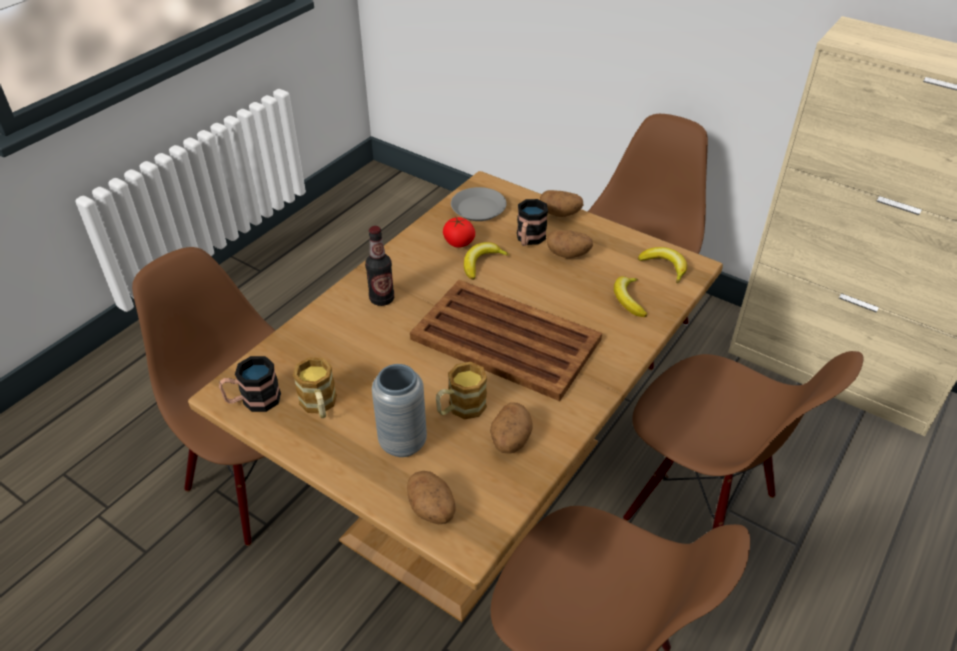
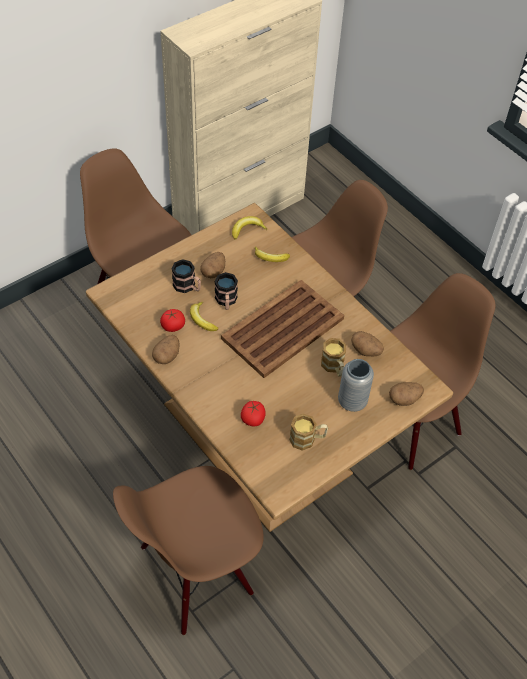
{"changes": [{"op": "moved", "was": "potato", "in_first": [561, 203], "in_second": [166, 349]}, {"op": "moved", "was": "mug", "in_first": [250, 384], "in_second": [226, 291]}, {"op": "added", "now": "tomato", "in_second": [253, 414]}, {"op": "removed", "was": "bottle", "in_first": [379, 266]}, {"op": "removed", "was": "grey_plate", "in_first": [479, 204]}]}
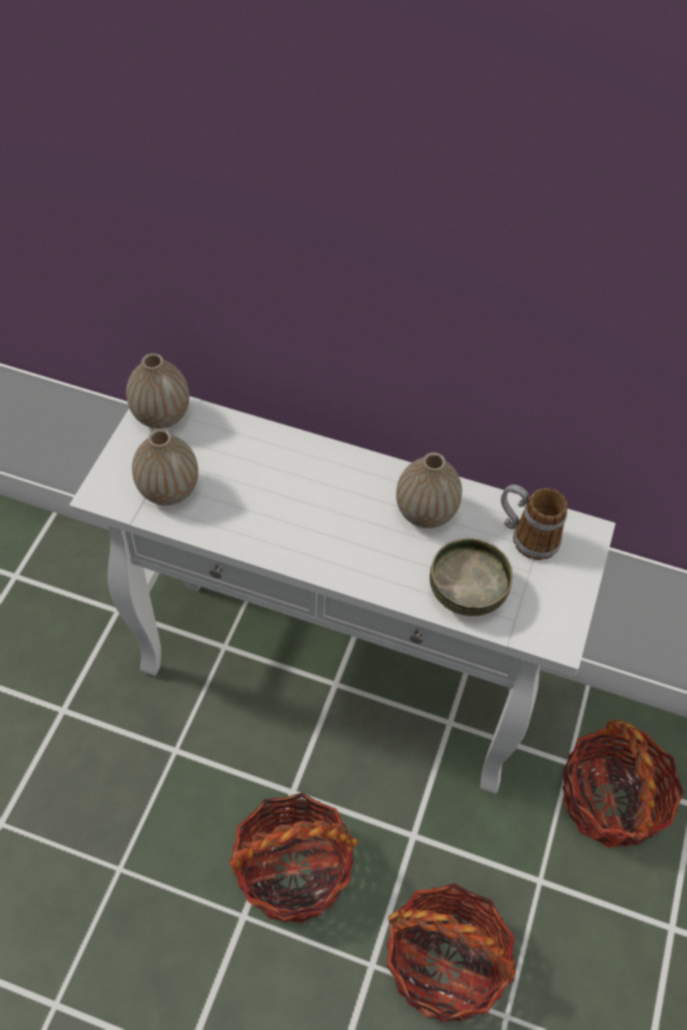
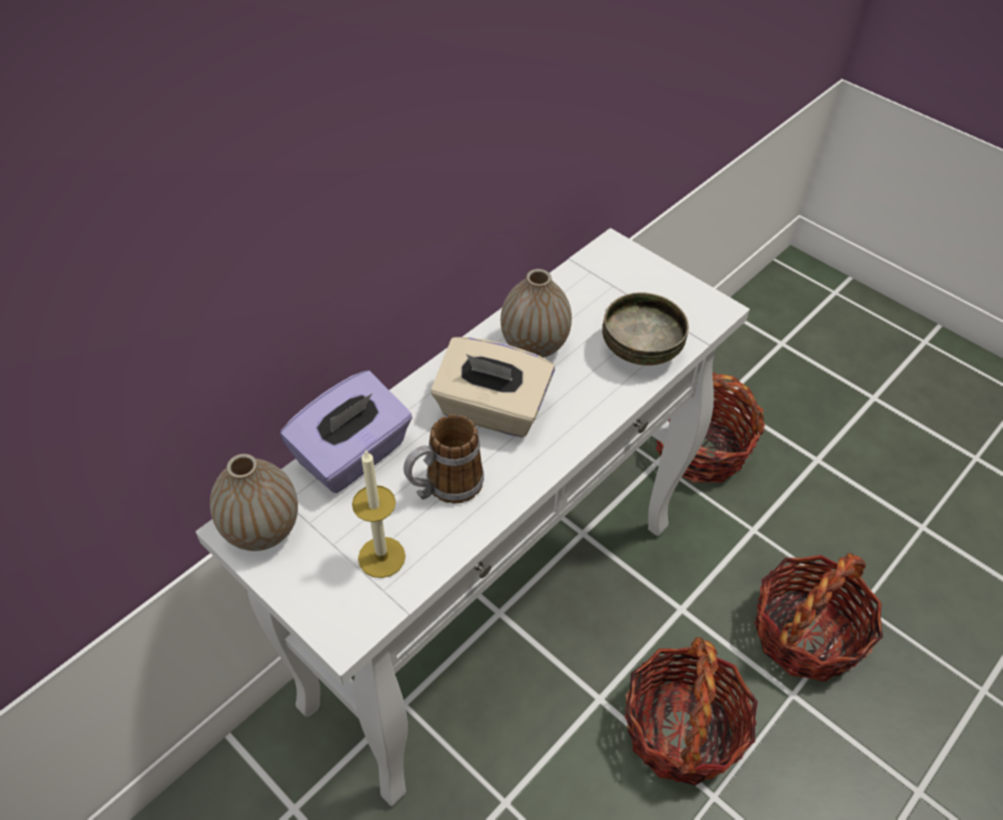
{"changes": [{"op": "added", "now": "purple_tissue_box", "in_second": [346, 432]}, {"op": "replaced", "was": "vase", "now": "candle", "in_first": [165, 467], "in_second": [379, 514]}, {"op": "moved", "was": "mug", "in_first": [534, 522], "in_second": [444, 459]}, {"op": "added", "now": "beige_tissue_box", "in_second": [493, 387]}]}
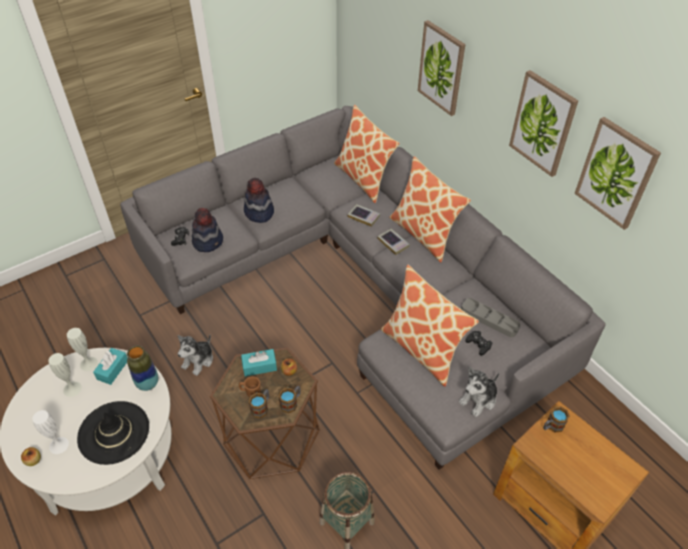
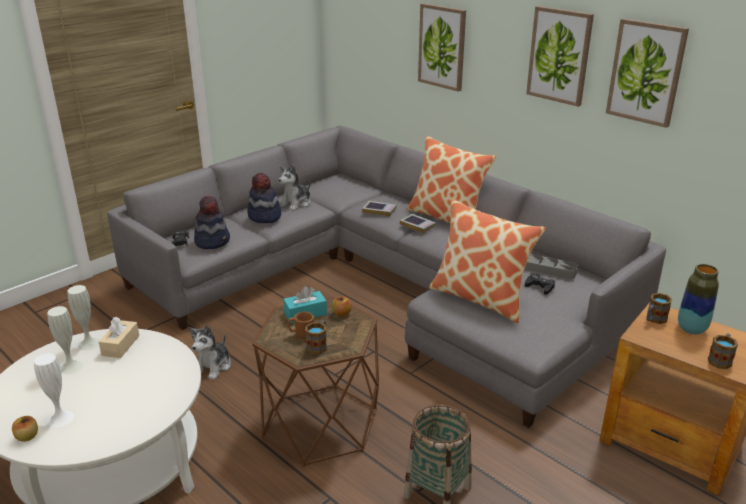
{"changes": [{"op": "recoloured", "was": "turquoise_tissue_box", "now": "beige_tissue_box", "in_first": [110, 366], "in_second": [119, 337]}, {"op": "moved", "was": "plush_toy", "in_first": [479, 392], "in_second": [294, 187]}, {"op": "moved", "was": "vase", "in_first": [142, 368], "in_second": [698, 299]}, {"op": "moved", "was": "mug", "in_first": [289, 399], "in_second": [723, 351]}, {"op": "removed", "was": "black_hat", "in_first": [113, 433]}, {"op": "removed", "was": "pillow", "in_first": [367, 154]}]}
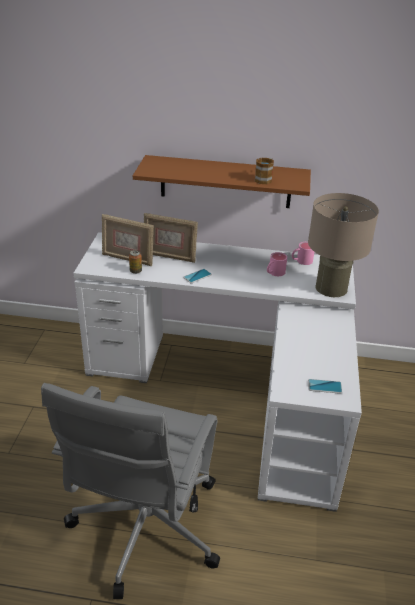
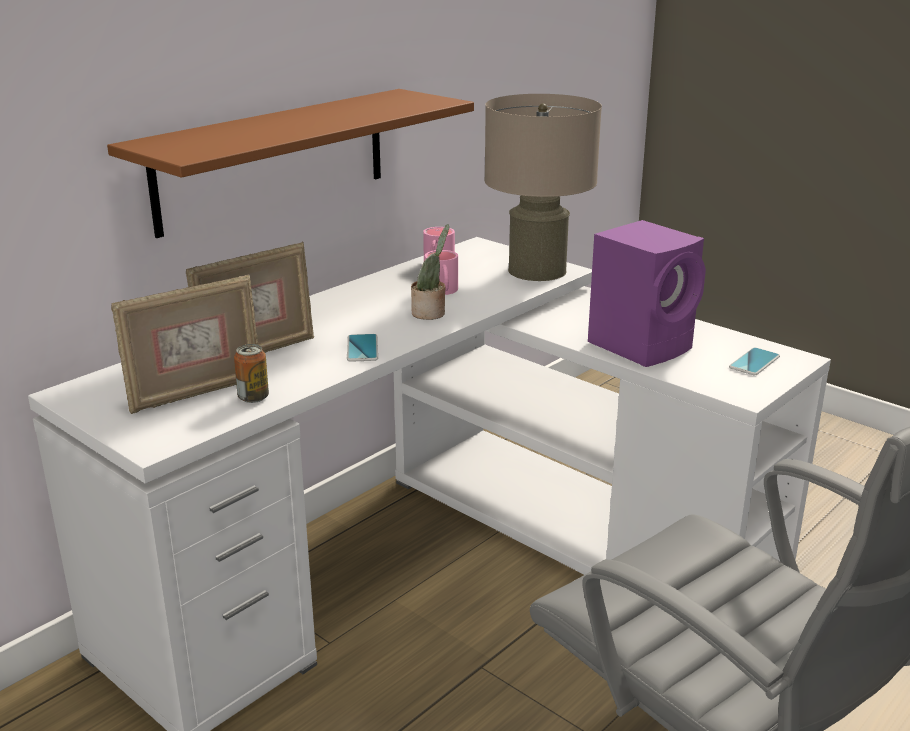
{"changes": [{"op": "added", "now": "potted_plant", "in_second": [430, 272]}, {"op": "added", "now": "purple_speaker", "in_second": [647, 293]}, {"op": "removed", "was": "mug", "in_first": [264, 171]}]}
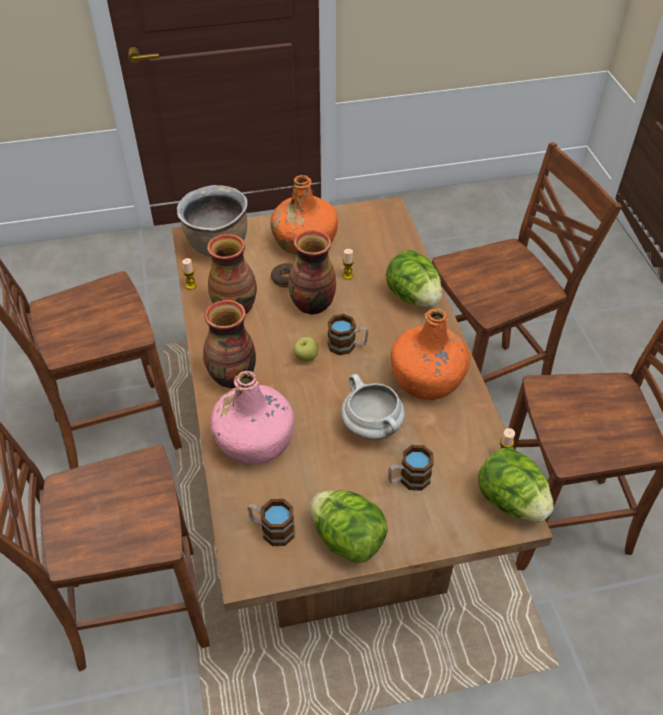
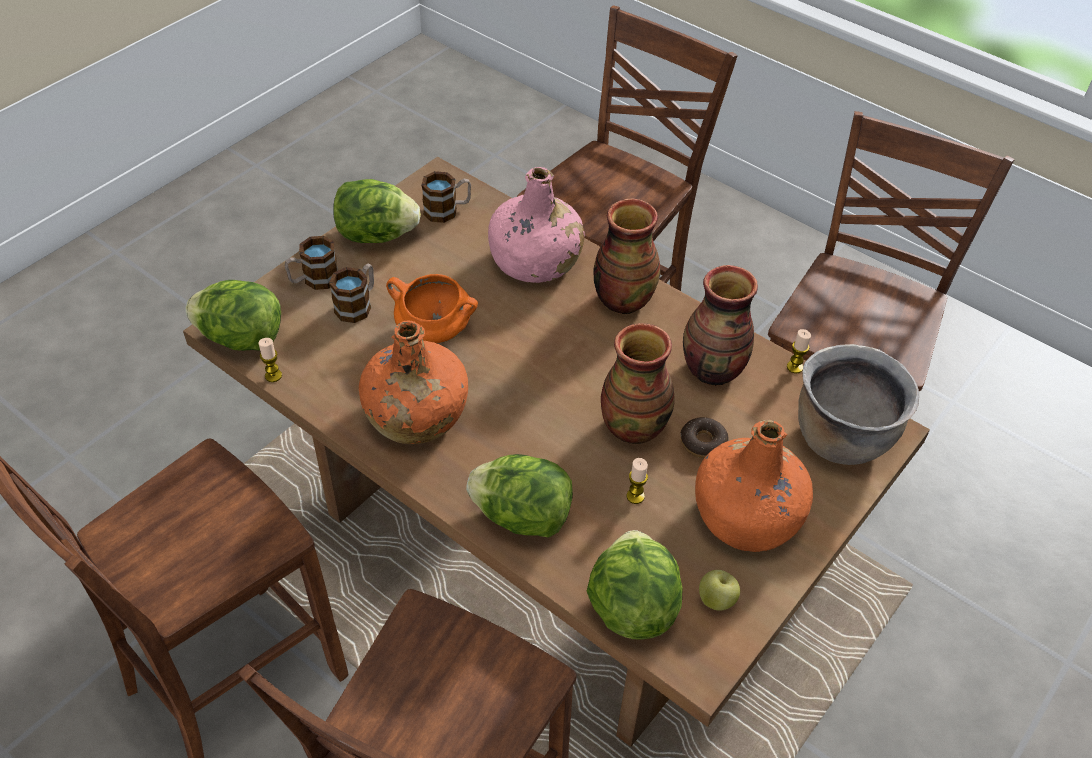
{"changes": [{"op": "moved", "was": "mug", "in_first": [348, 334], "in_second": [311, 263]}, {"op": "recoloured", "was": "white_cooking_pot", "now": "orange_cooking_pot", "in_first": [373, 407], "in_second": [432, 309]}, {"op": "added", "now": "lettuce", "in_second": [634, 585]}, {"op": "moved", "was": "apple", "in_first": [306, 349], "in_second": [719, 590]}]}
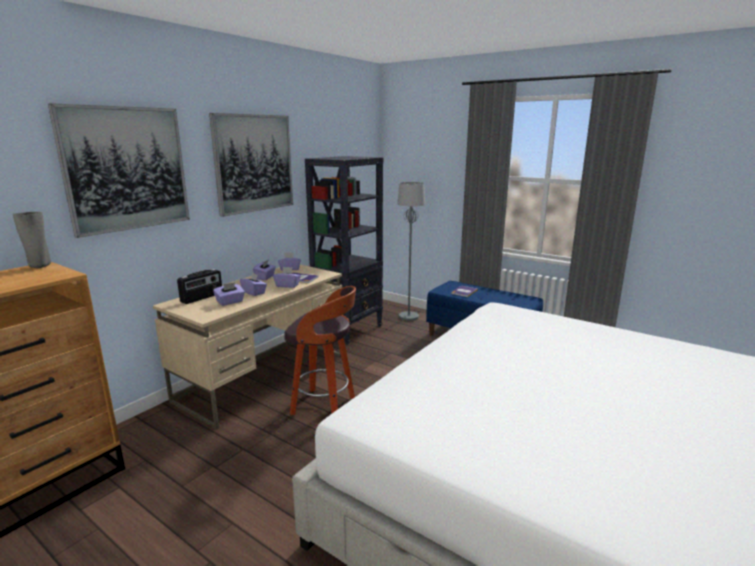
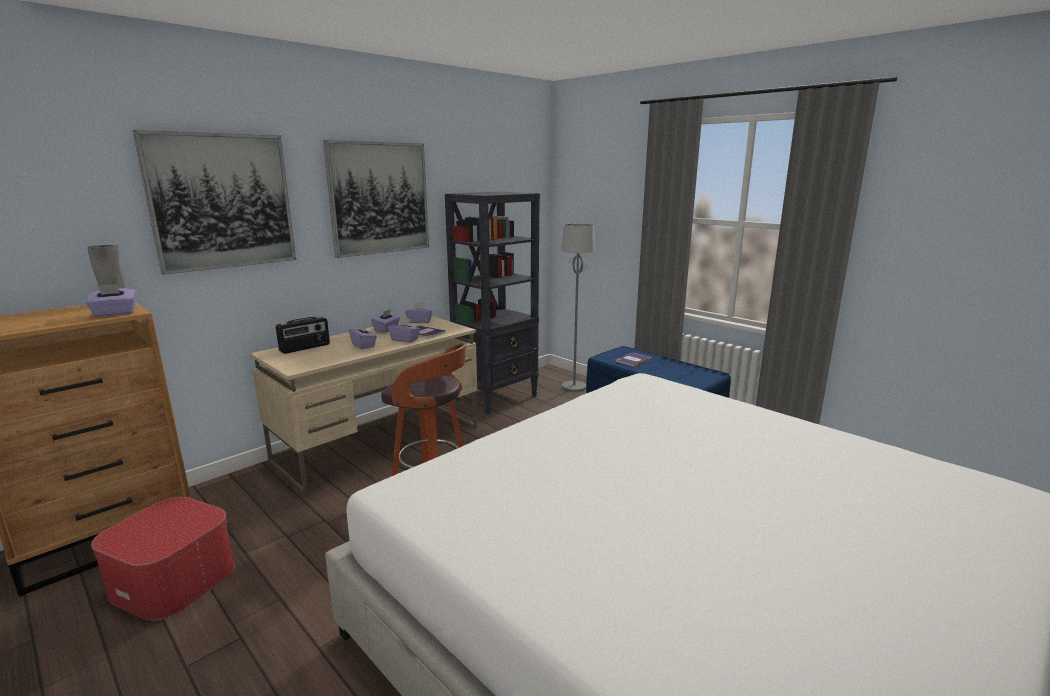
{"changes": [{"op": "moved", "was": "purple_tissue_box", "in_first": [229, 294], "in_second": [111, 300]}, {"op": "added", "now": "ottoman", "in_second": [163, 559]}]}
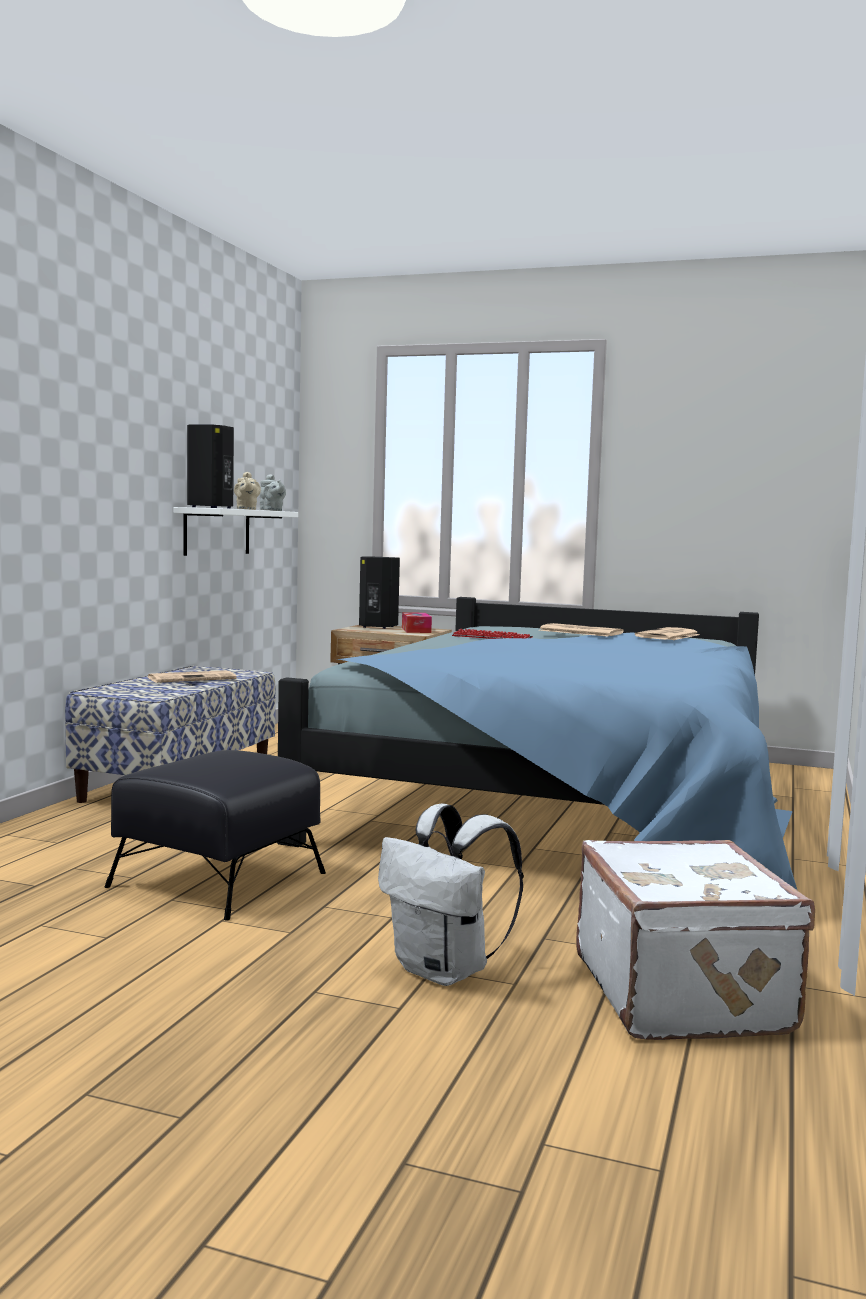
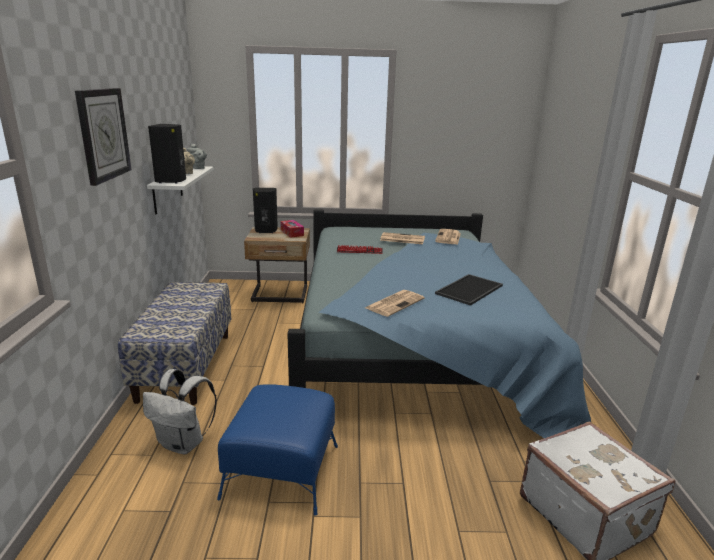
{"changes": [{"op": "added", "now": "wall_clock", "in_second": [103, 137]}, {"op": "moved", "was": "white_backpack", "in_first": [451, 895], "in_second": [180, 411]}, {"op": "recoloured", "was": "black_ottoman", "now": "blue_ottoman", "in_first": [215, 835], "in_second": [277, 450]}, {"op": "moved", "was": "newspaper", "in_first": [191, 676], "in_second": [394, 303]}, {"op": "added", "now": "tray", "in_second": [469, 290]}]}
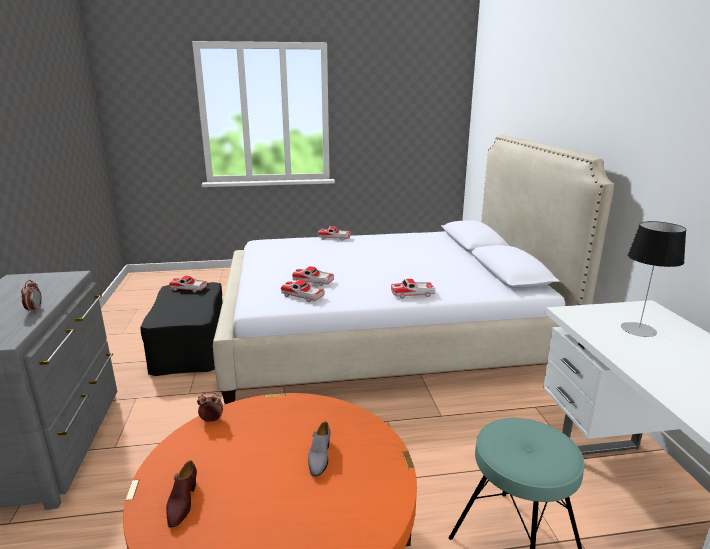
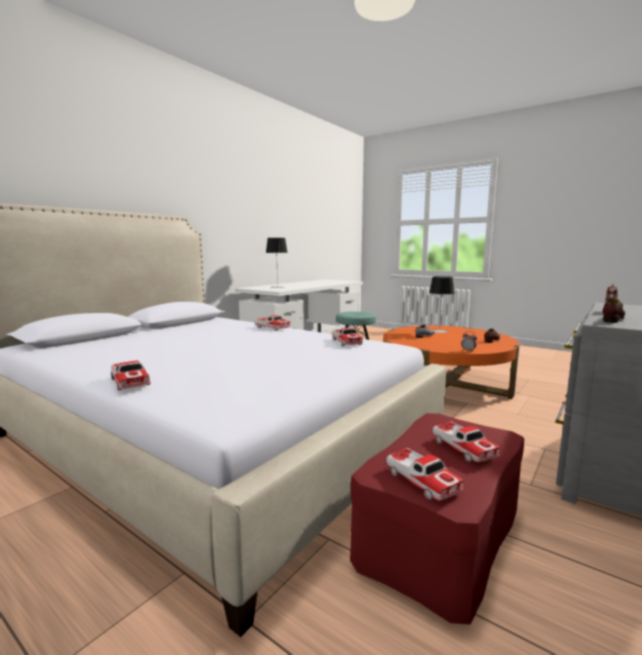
{"changes": [{"op": "recoloured", "was": "black_ottoman", "now": "red_ottoman", "in_first": [181, 329], "in_second": [437, 519]}, {"op": "added", "now": "table_lamp", "in_second": [441, 304]}, {"op": "moved", "was": "toy_car", "in_first": [313, 276], "in_second": [466, 442]}, {"op": "added", "now": "brown_shoe", "in_second": [614, 310]}]}
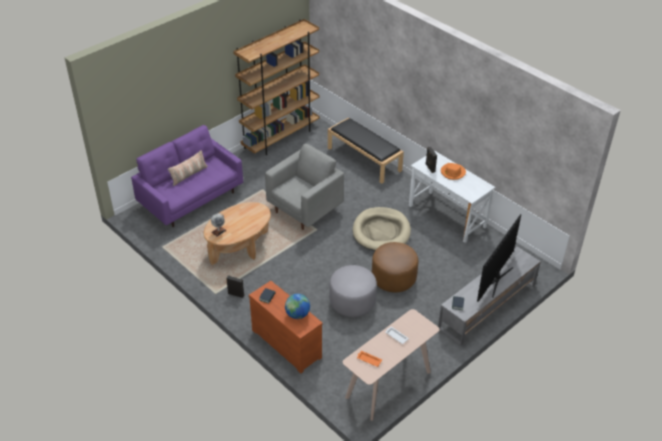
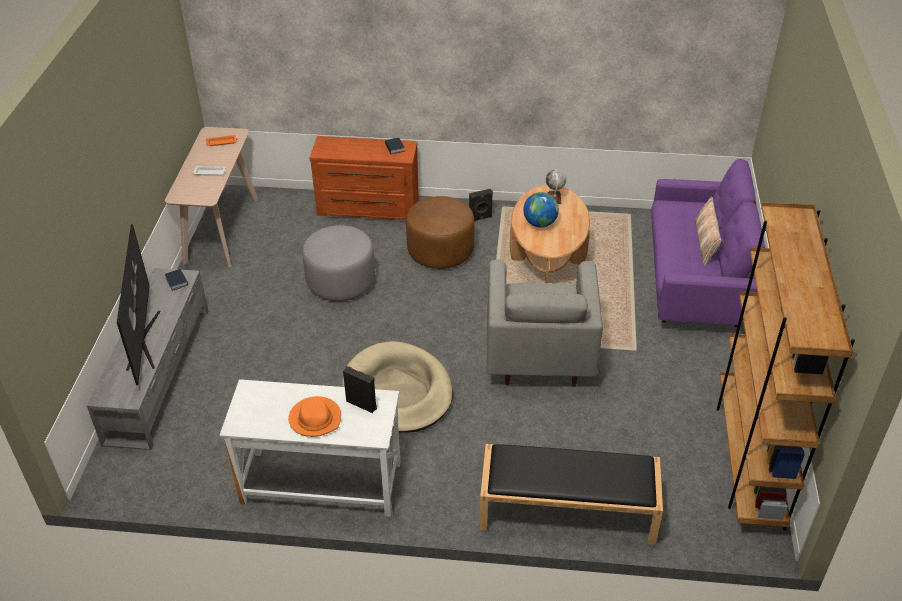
{"changes": [{"op": "moved", "was": "brown_ottoman", "in_first": [395, 267], "in_second": [440, 232]}, {"op": "moved", "was": "globe", "in_first": [297, 306], "in_second": [541, 209]}]}
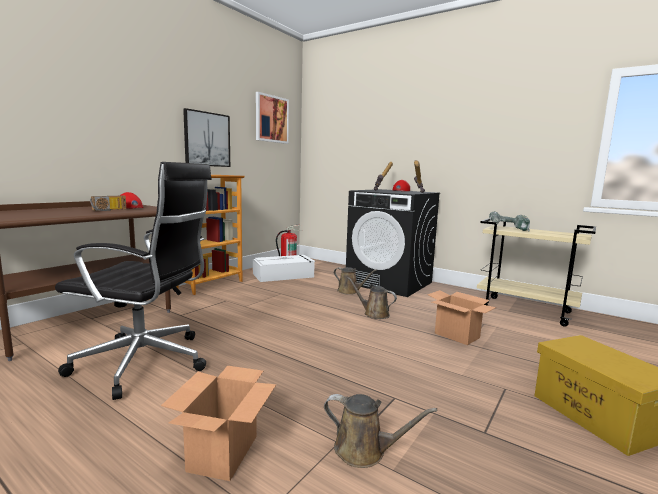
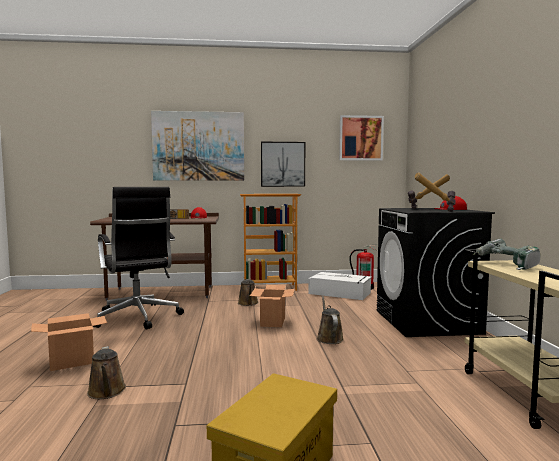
{"changes": [{"op": "added", "now": "picture", "in_second": [197, 146]}, {"op": "moved", "was": "brown_watering_can", "in_first": [355, 281], "in_second": [248, 292]}, {"op": "moved", "was": "cardboard_box", "in_first": [462, 317], "in_second": [272, 306]}]}
